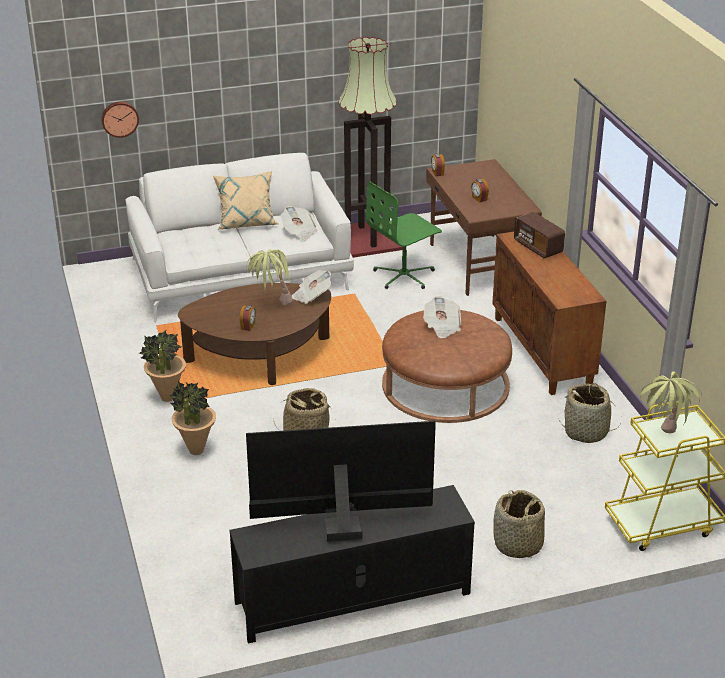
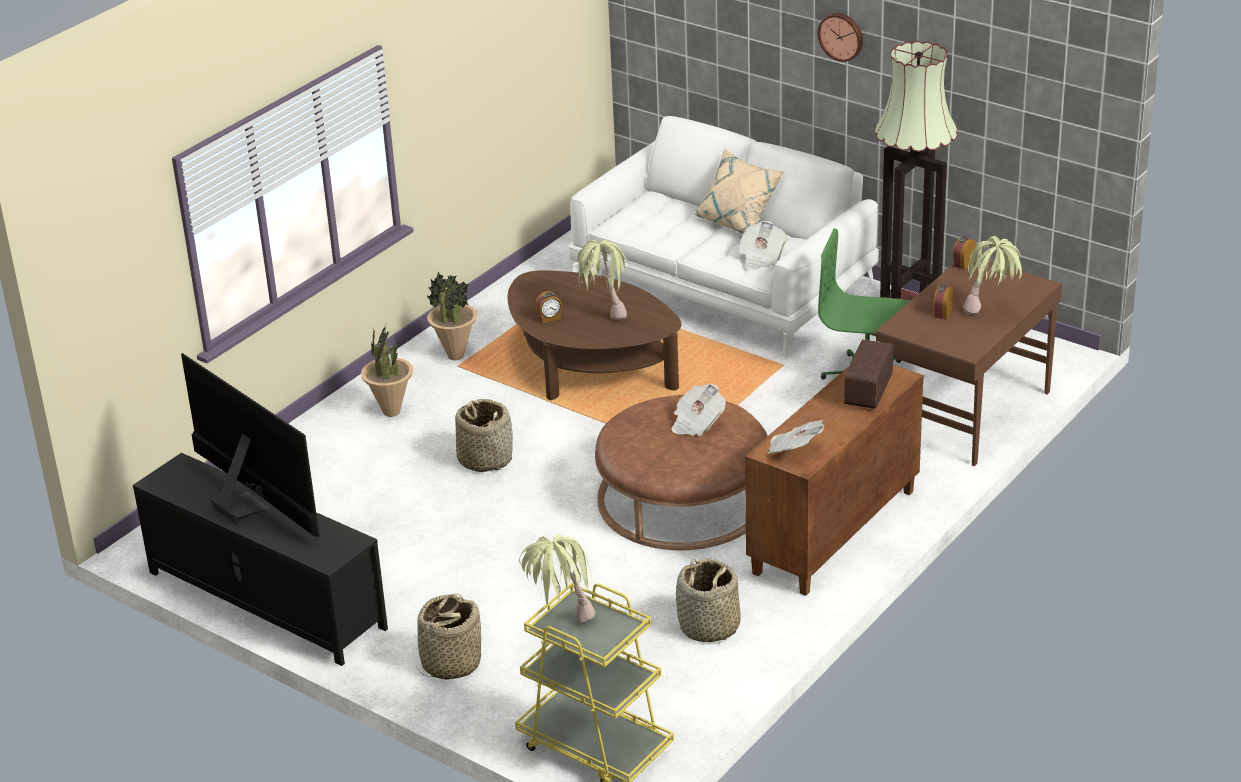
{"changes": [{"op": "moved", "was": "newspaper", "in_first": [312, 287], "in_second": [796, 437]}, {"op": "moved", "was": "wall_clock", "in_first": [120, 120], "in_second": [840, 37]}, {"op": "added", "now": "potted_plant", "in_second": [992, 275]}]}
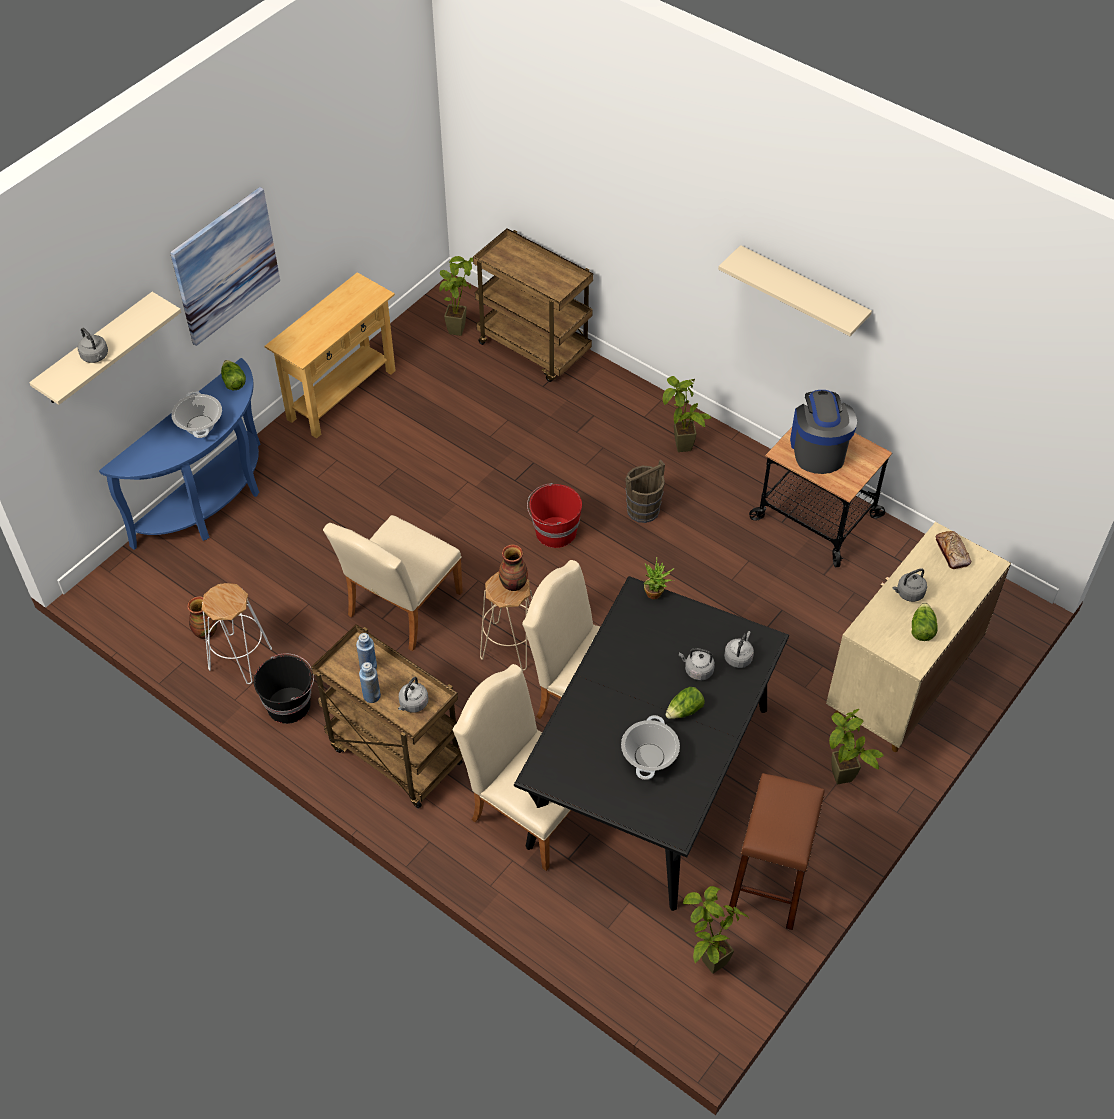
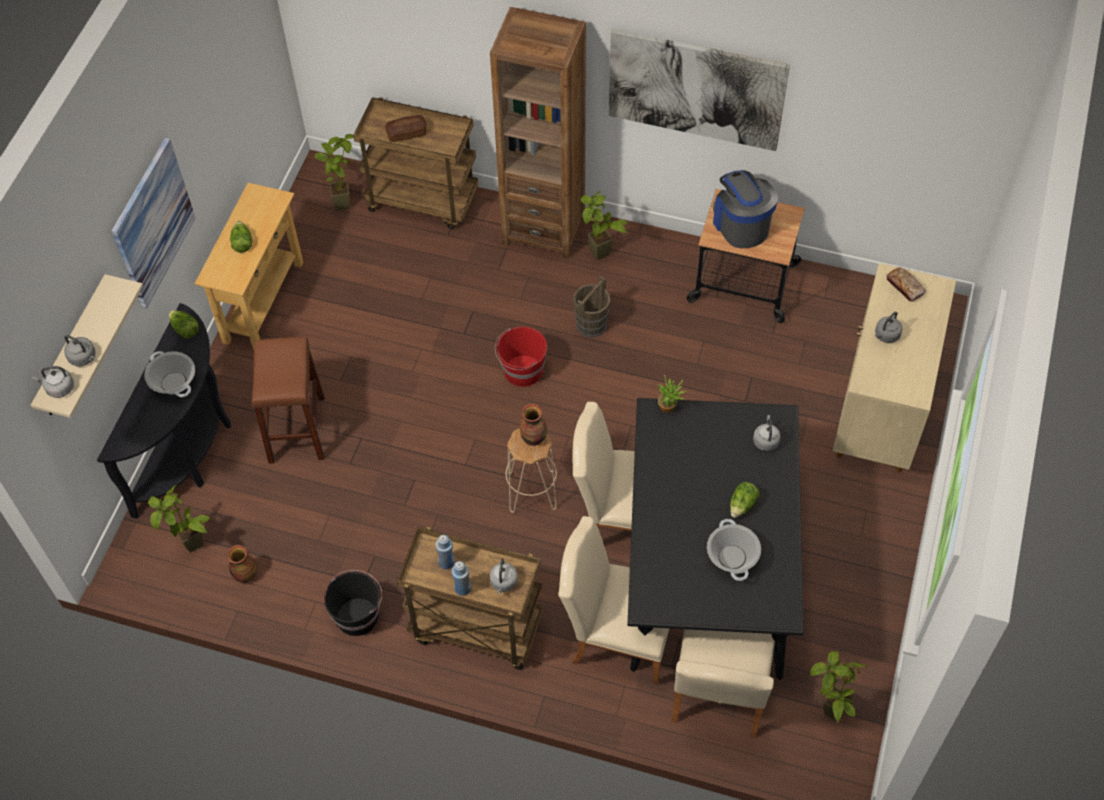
{"changes": [{"op": "moved", "was": "grey_kettle", "in_first": [697, 664], "in_second": [53, 382]}, {"op": "recoloured", "was": "blue_console_table", "now": "black_console_table", "in_first": [179, 454], "in_second": [164, 411]}, {"op": "moved", "was": "potted_plant", "in_first": [856, 746], "in_second": [179, 518]}, {"op": "moved", "was": "lettuce", "in_first": [924, 622], "in_second": [241, 237]}, {"op": "moved", "was": "brown_stool", "in_first": [777, 851], "in_second": [288, 400]}, {"op": "added", "now": "bread", "in_second": [405, 128]}, {"op": "added", "now": "brown_bookcase", "in_second": [538, 133]}, {"op": "replaced", "was": "beige_shelf", "now": "picture", "in_first": [795, 290], "in_second": [699, 90]}, {"op": "moved", "was": "beige_chair", "in_first": [393, 583], "in_second": [723, 683]}, {"op": "removed", "was": "white_stool", "in_first": [236, 633]}]}
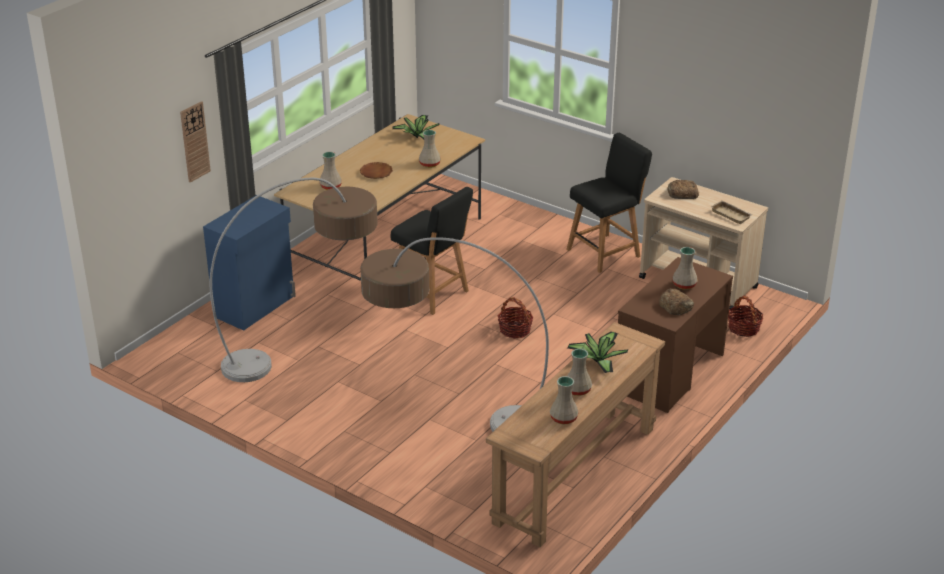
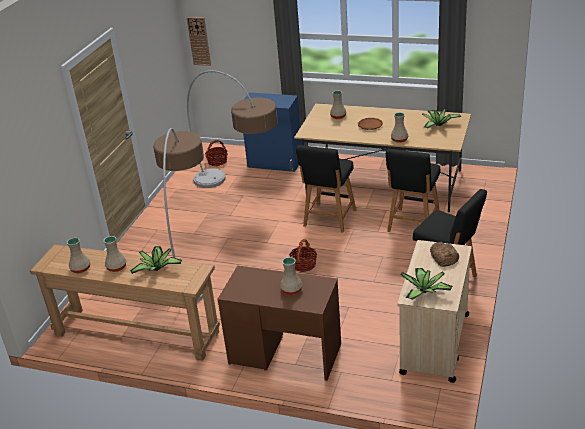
{"changes": [{"op": "moved", "was": "wall_clock", "in_first": [195, 142], "in_second": [199, 41]}, {"op": "moved", "was": "basket", "in_first": [745, 316], "in_second": [216, 153]}, {"op": "added", "now": "black_stool", "in_second": [413, 190]}, {"op": "replaced", "was": "beige_tray", "now": "potted_plant", "in_first": [731, 212], "in_second": [427, 284]}, {"op": "removed", "was": "bread", "in_first": [676, 302]}]}
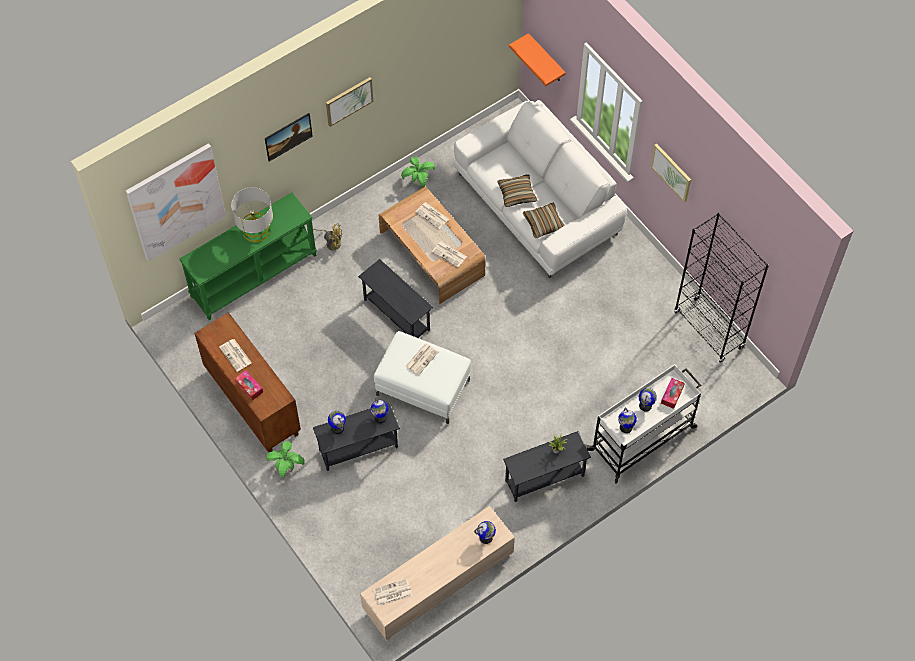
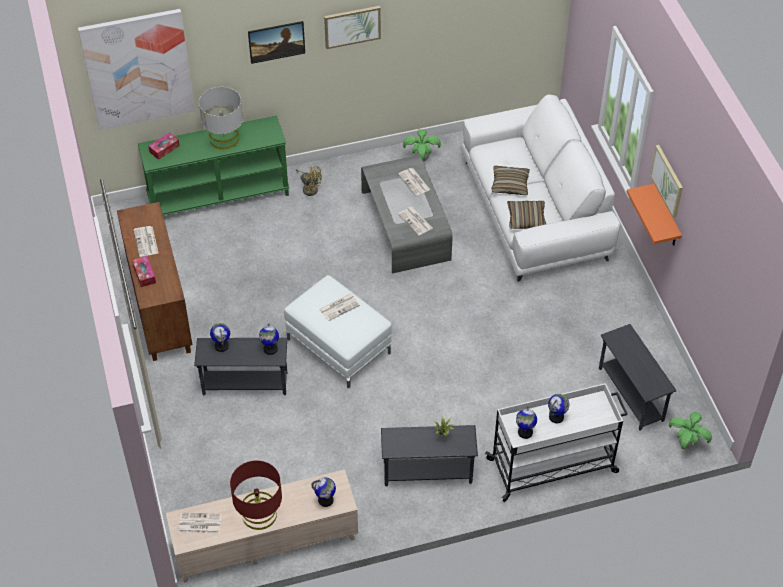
{"changes": [{"op": "moved", "was": "tissue_box", "in_first": [673, 393], "in_second": [164, 146]}, {"op": "added", "now": "red_table_lamp", "in_second": [256, 495]}, {"op": "recoloured", "was": "brown_coffee_table", "now": "grey_coffee_table", "in_first": [432, 245], "in_second": [407, 214]}, {"op": "moved", "was": "grey_side_table", "in_first": [395, 298], "in_second": [637, 377]}, {"op": "moved", "was": "orange_shelf", "in_first": [537, 59], "in_second": [654, 215]}, {"op": "moved", "was": "potted_plant", "in_first": [285, 459], "in_second": [690, 430]}, {"op": "removed", "was": "black_bookcase", "in_first": [721, 288]}]}
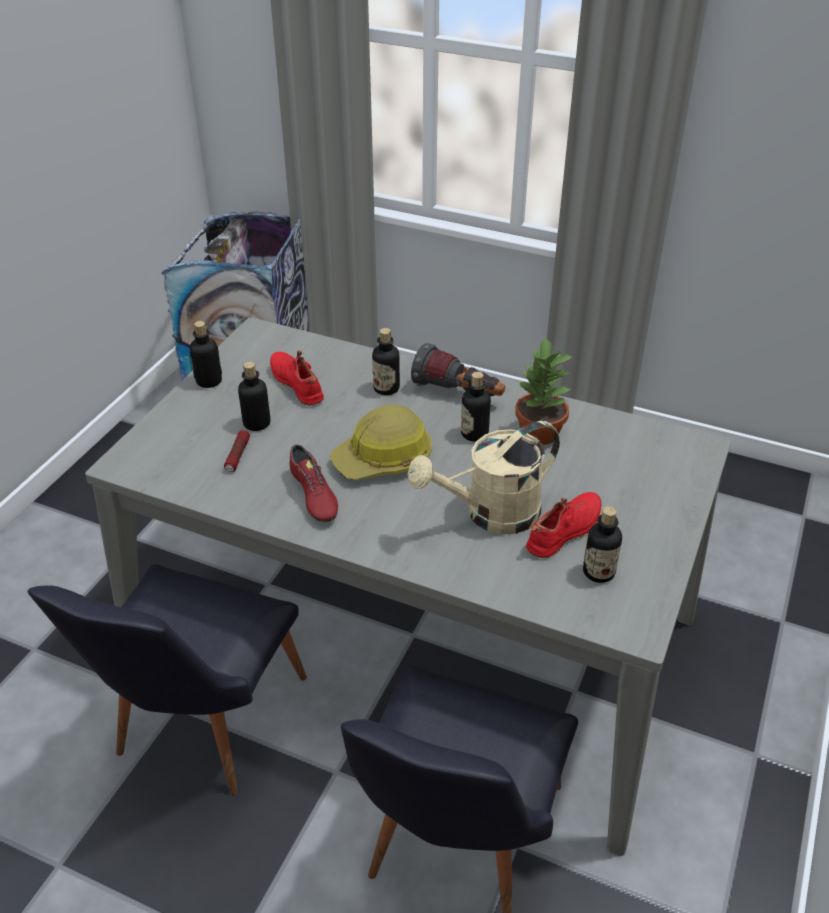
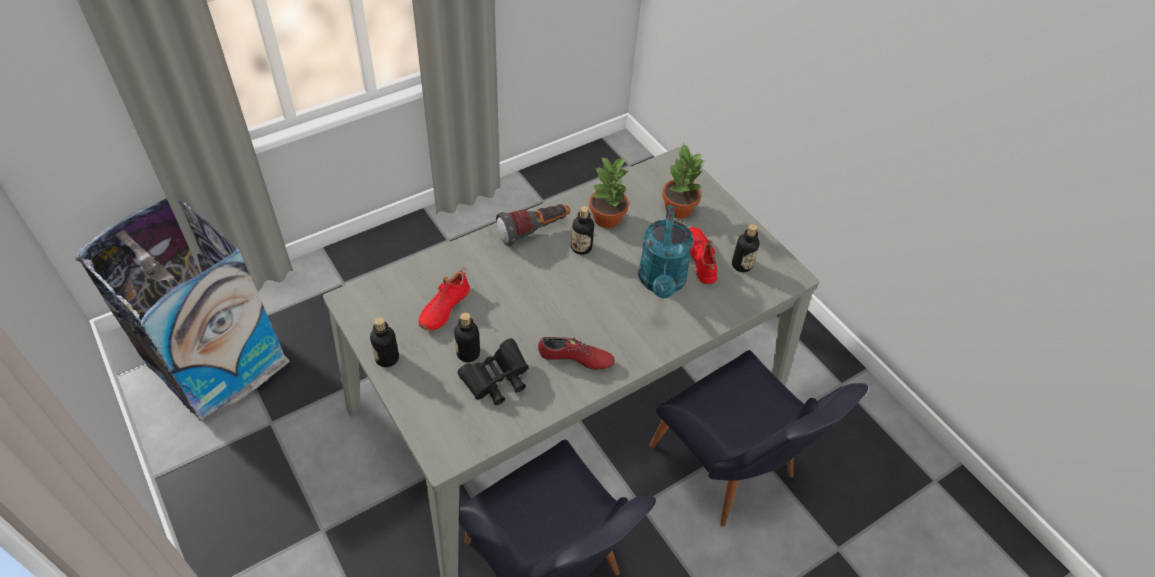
{"changes": [{"op": "turned", "was": "red_shoe", "in_first": [297, 378], "in_second": [444, 299], "clockwise": -60}, {"op": "replaced", "was": "flashlight", "now": "black_binoculars", "in_first": [237, 451], "in_second": [493, 371]}, {"op": "recoloured", "was": "beige_watering_can", "now": "turquoise_watering_can", "in_first": [484, 477], "in_second": [666, 252]}, {"op": "added", "now": "potted_plant", "in_second": [684, 180]}, {"op": "removed", "was": "hard_hat", "in_first": [380, 442]}, {"op": "removed", "was": "bottle", "in_first": [386, 361]}]}
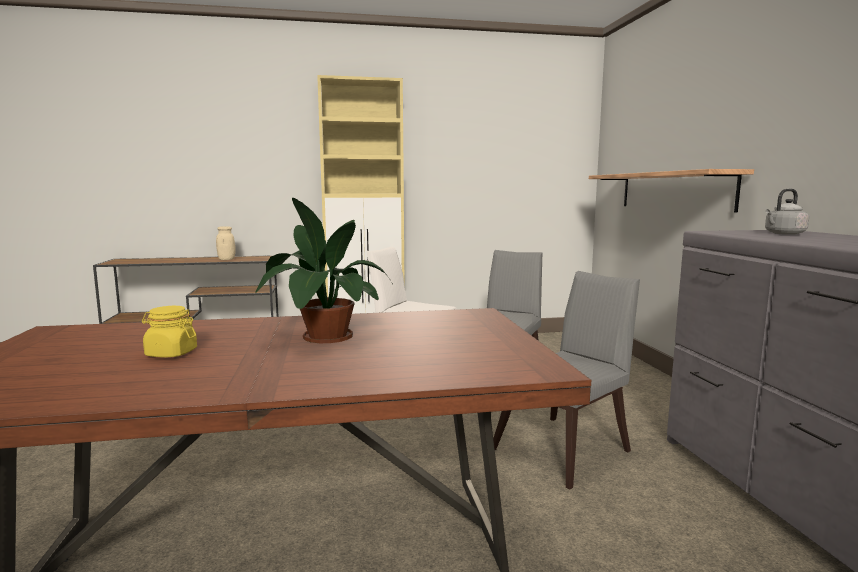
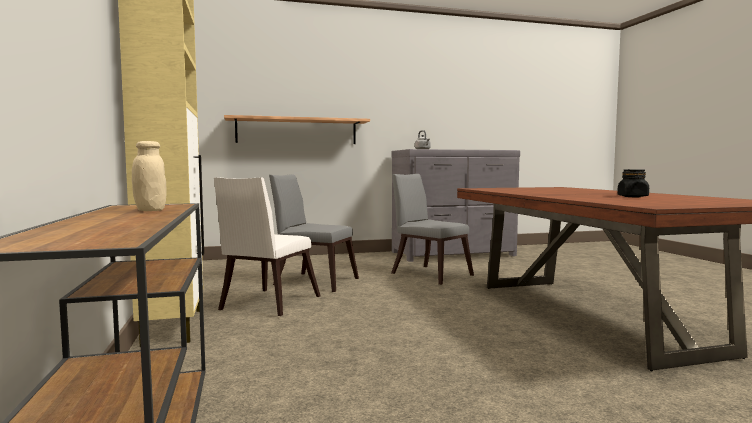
{"changes": [{"op": "recoloured", "was": "yellow_jar", "now": "black_jar", "in_first": [169, 331], "in_second": [633, 183]}, {"op": "removed", "was": "potted_plant", "in_first": [324, 270]}]}
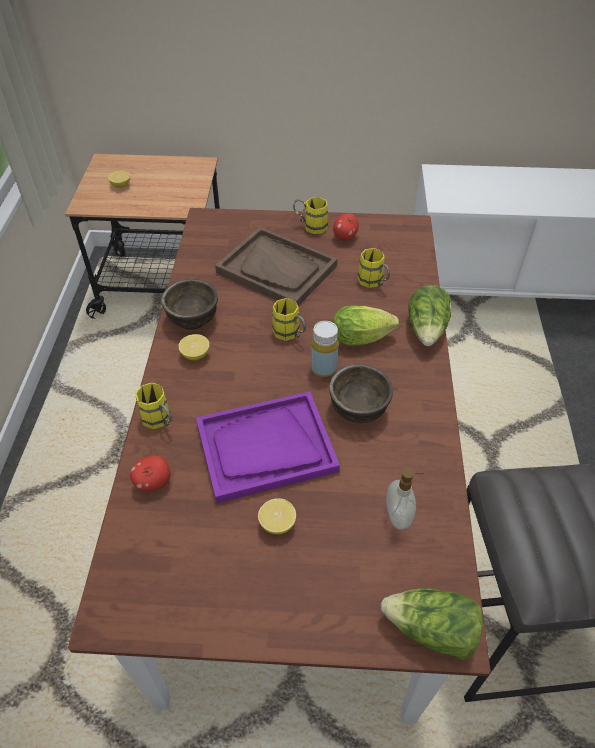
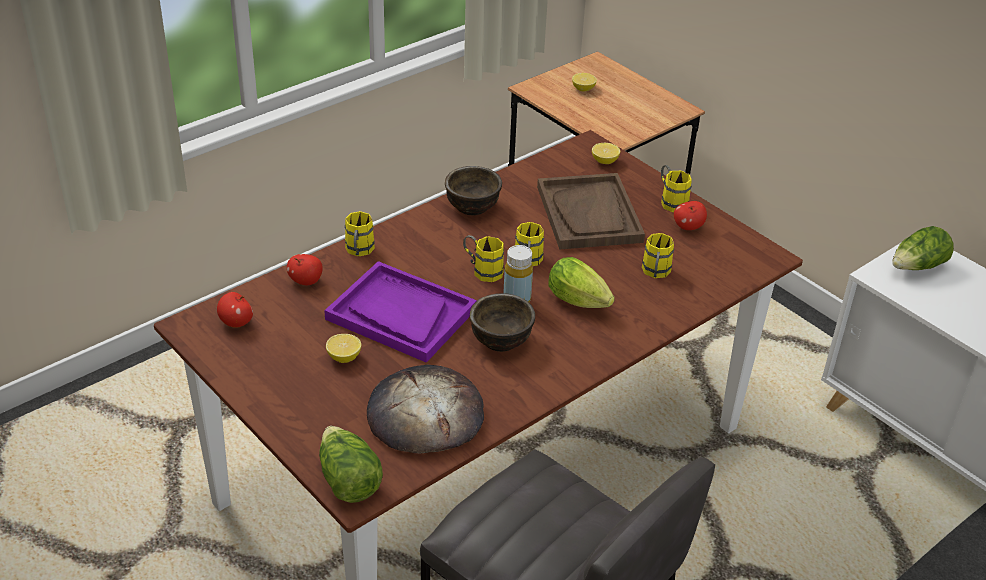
{"changes": [{"op": "added", "now": "apple", "in_second": [235, 310]}, {"op": "replaced", "was": "soap_dispenser", "now": "bread", "in_first": [405, 498], "in_second": [425, 409]}, {"op": "added", "now": "yellow_mug", "in_second": [483, 258]}, {"op": "moved", "was": "lemon", "in_first": [194, 347], "in_second": [606, 153]}, {"op": "moved", "was": "lettuce", "in_first": [429, 315], "in_second": [923, 248]}]}
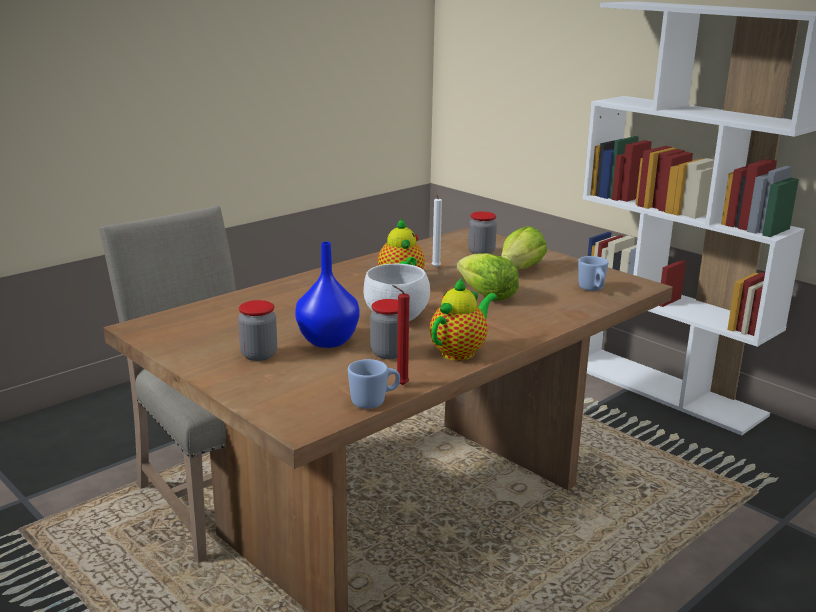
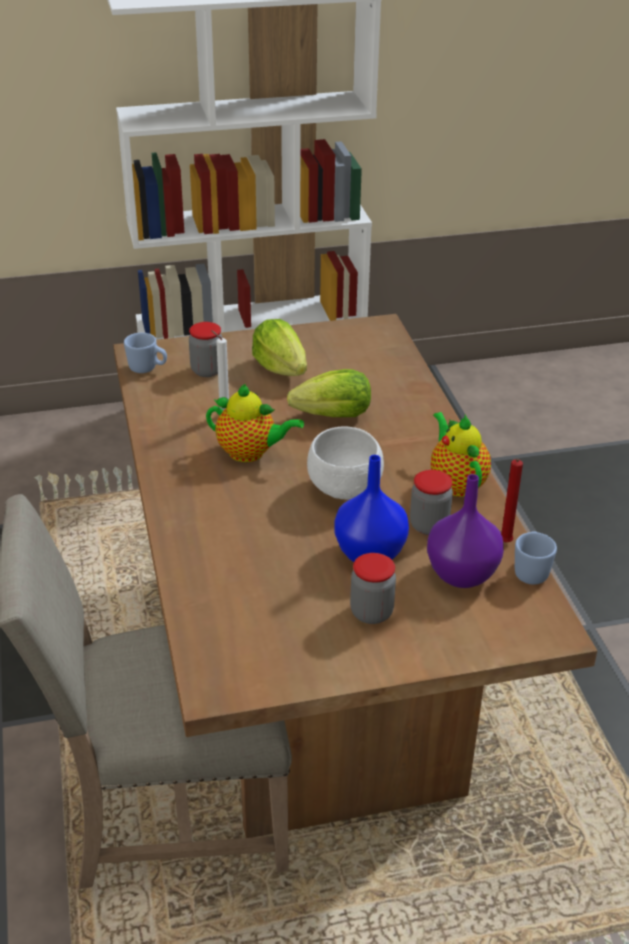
{"changes": [{"op": "moved", "was": "blue_mug", "in_first": [593, 273], "in_second": [145, 353]}, {"op": "added", "now": "purple_vase", "in_second": [465, 531]}]}
